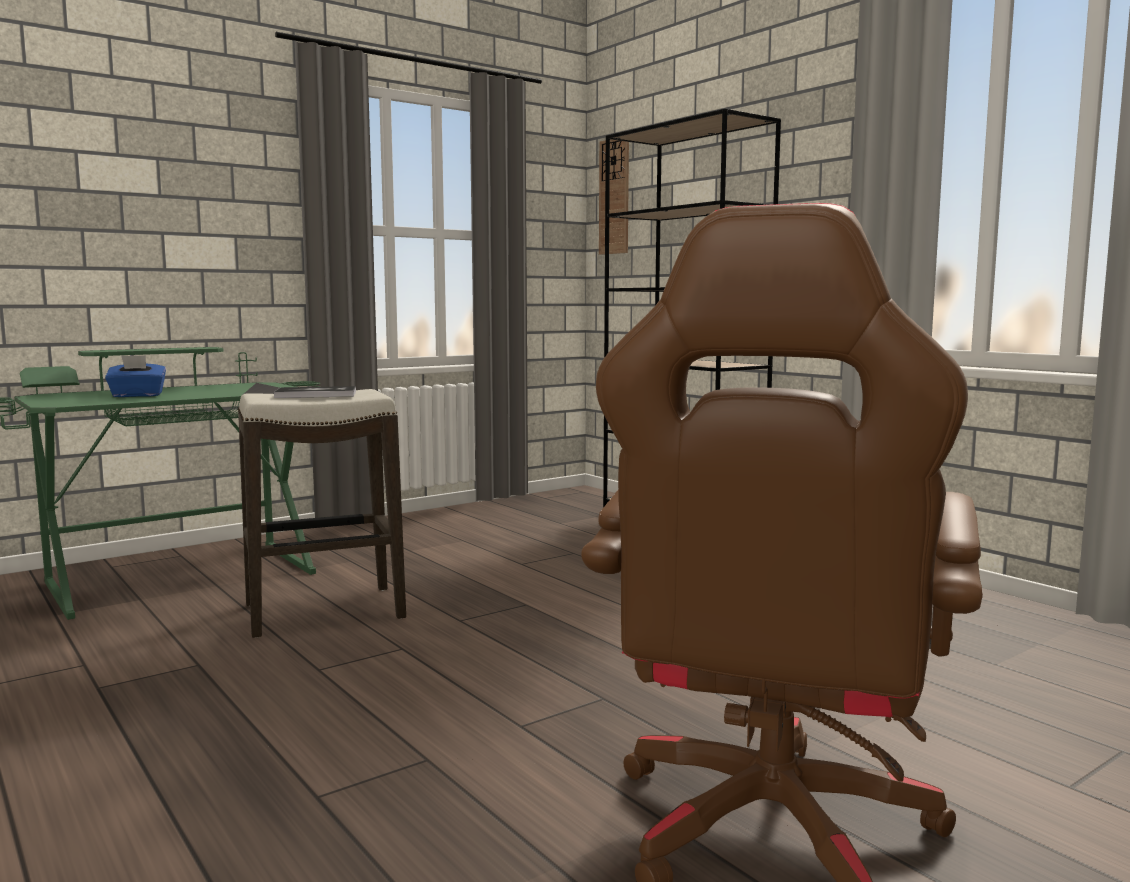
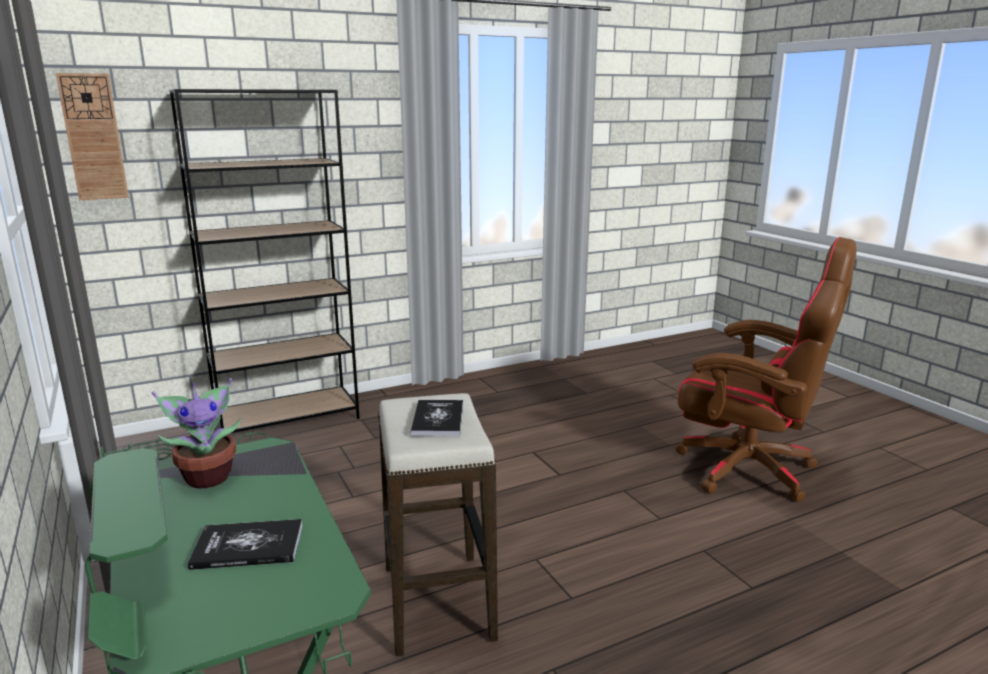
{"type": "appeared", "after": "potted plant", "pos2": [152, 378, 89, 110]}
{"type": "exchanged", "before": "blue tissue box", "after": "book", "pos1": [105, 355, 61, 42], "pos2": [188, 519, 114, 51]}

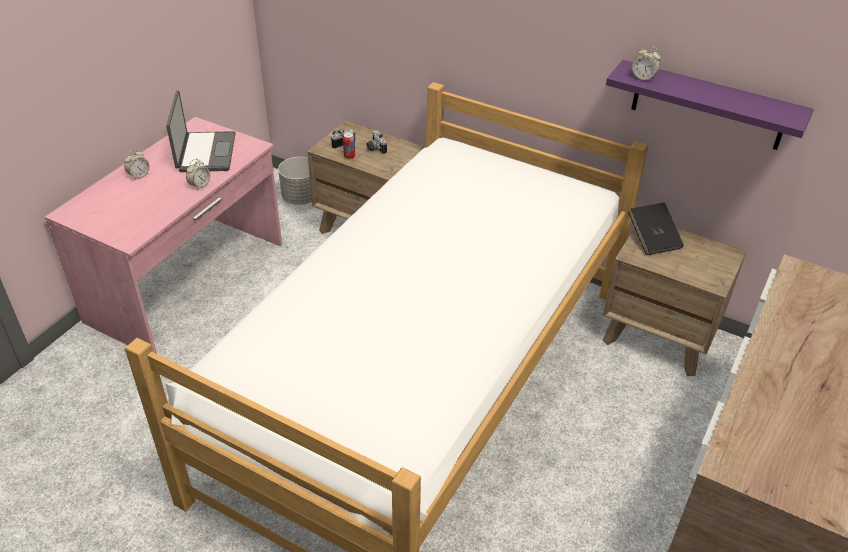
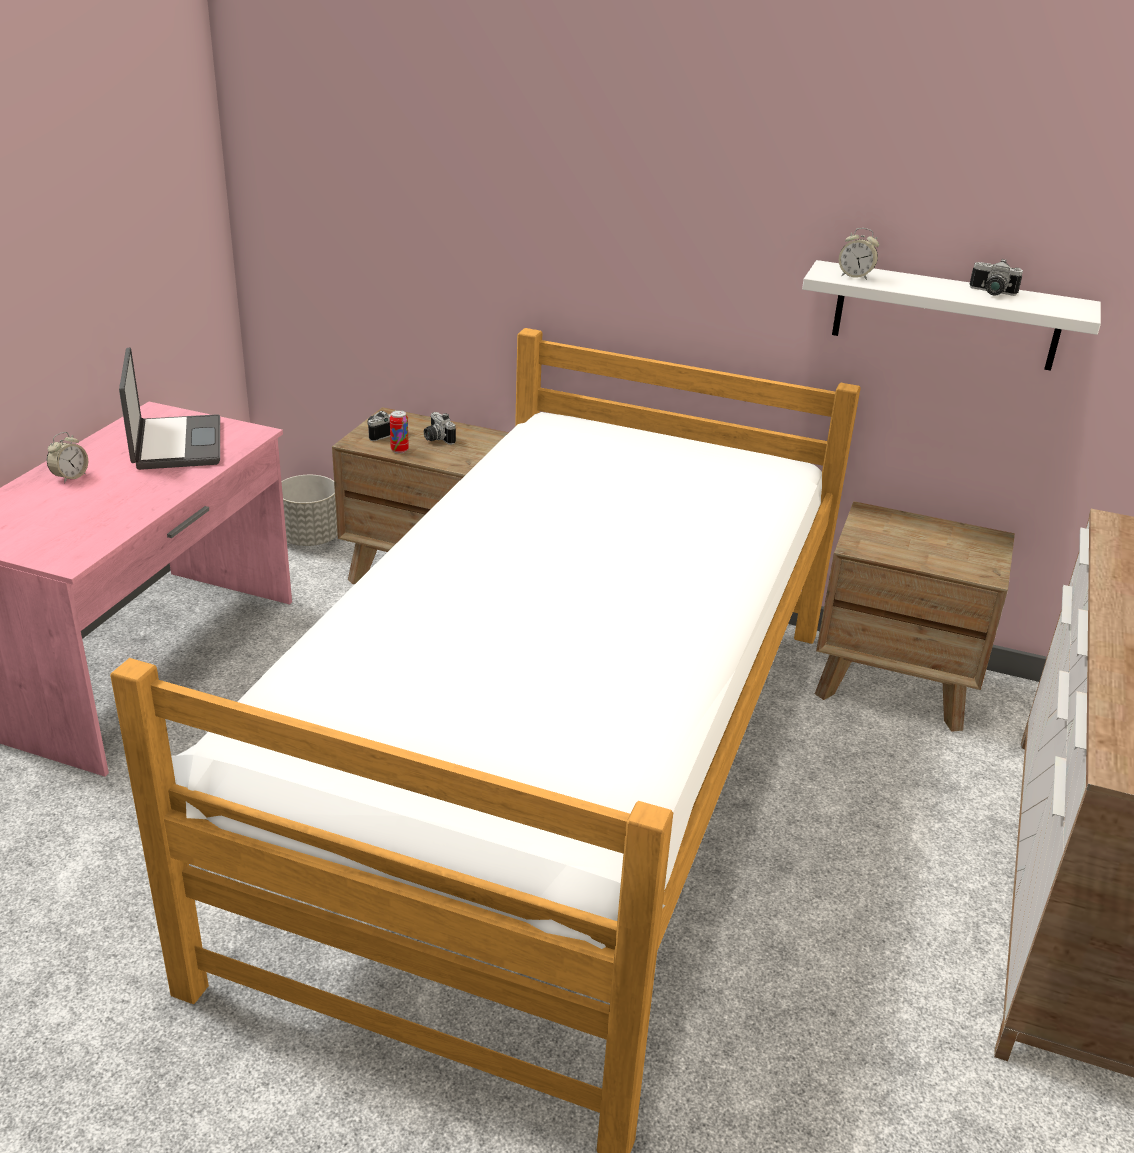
{"type": "colour", "before": "purple shelf", "after": "white shelf", "pos1": [606, 60, 208, 90], "pos2": [802, 260, 299, 111]}
{"type": "appeared", "after": "photo camera", "pos2": [969, 259, 54, 37]}
{"type": "missing", "before": "alarm clock", "pos1": [186, 159, 24, 31]}
{"type": "missing", "before": "black book", "pos1": [628, 202, 56, 53]}

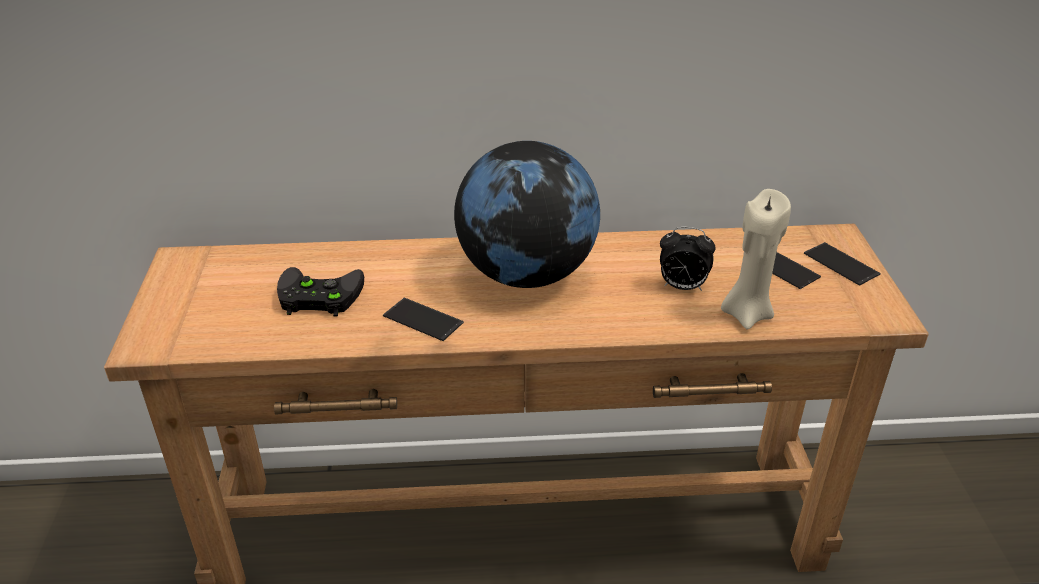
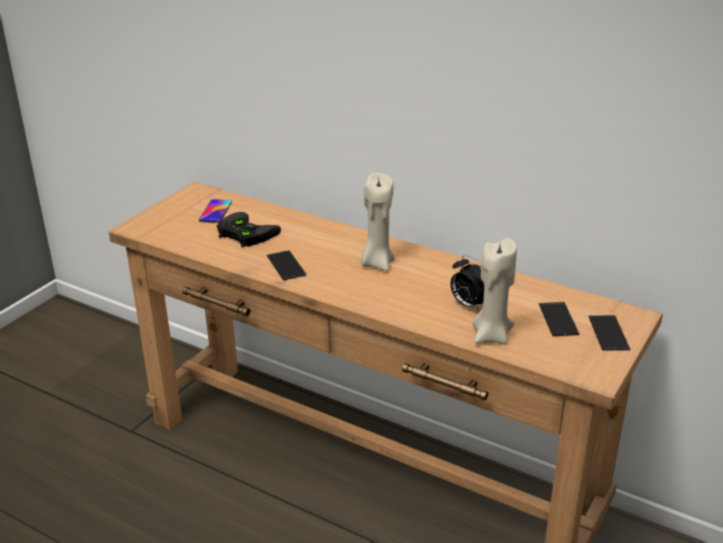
{"type": "appeared", "after": "phone", "pos2": [199, 199, 33, 24]}
{"type": "exchanged", "before": "globe", "after": "beige candle", "pos1": [454, 141, 146, 147], "pos2": [361, 173, 34, 98]}

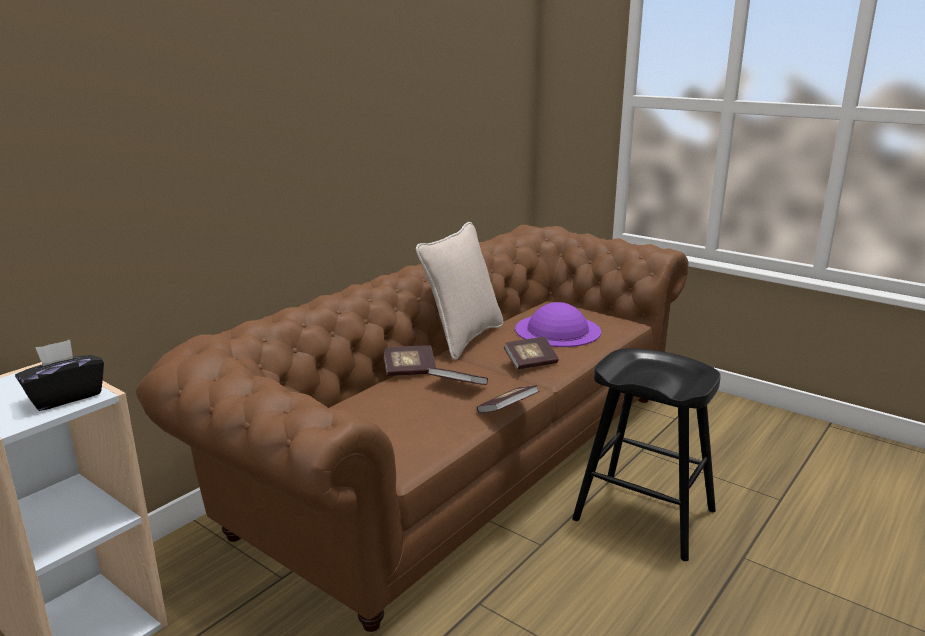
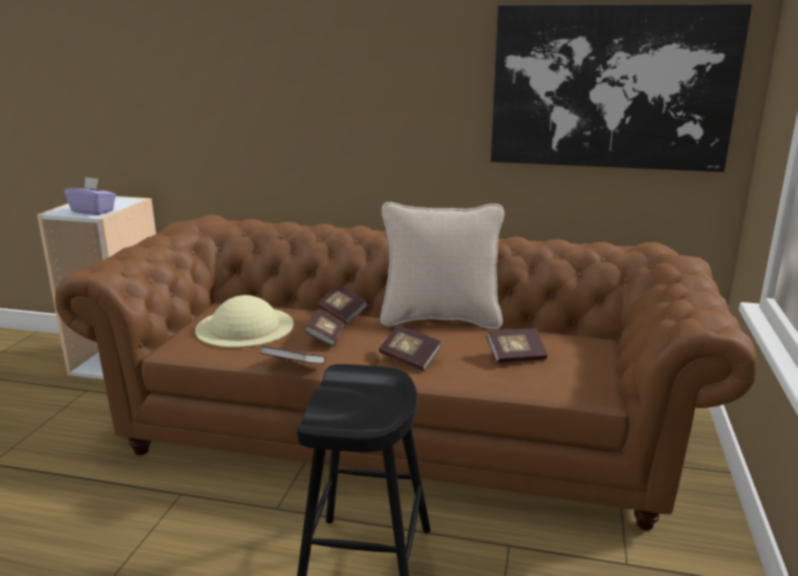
{"type": "colour", "before": "black tissue box", "after": "purple tissue box", "pos1": [15, 340, 89, 71], "pos2": [64, 177, 52, 38]}
{"type": "appeared", "after": "beige hat", "pos2": [195, 295, 99, 53]}
{"type": "exchanged", "before": "purple hat", "after": "book", "pos1": [515, 302, 86, 45], "pos2": [486, 329, 62, 34]}
{"type": "appeared", "after": "picture", "pos2": [491, 4, 261, 168]}

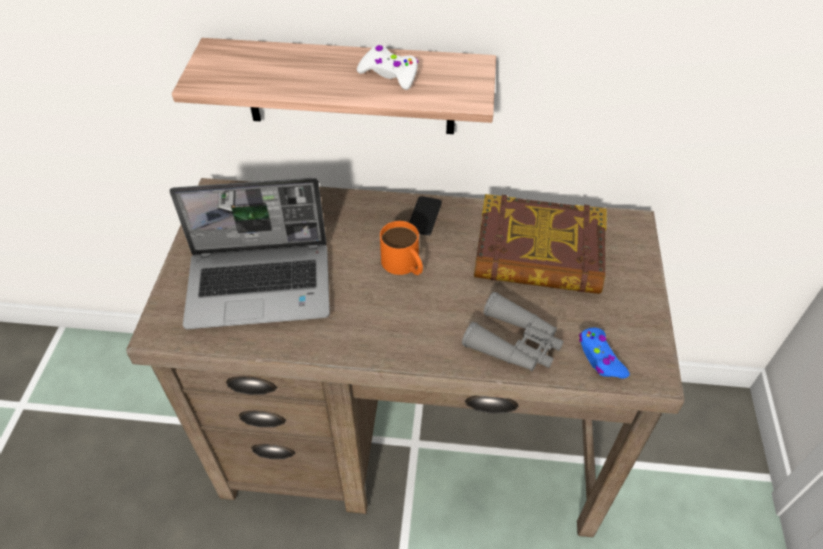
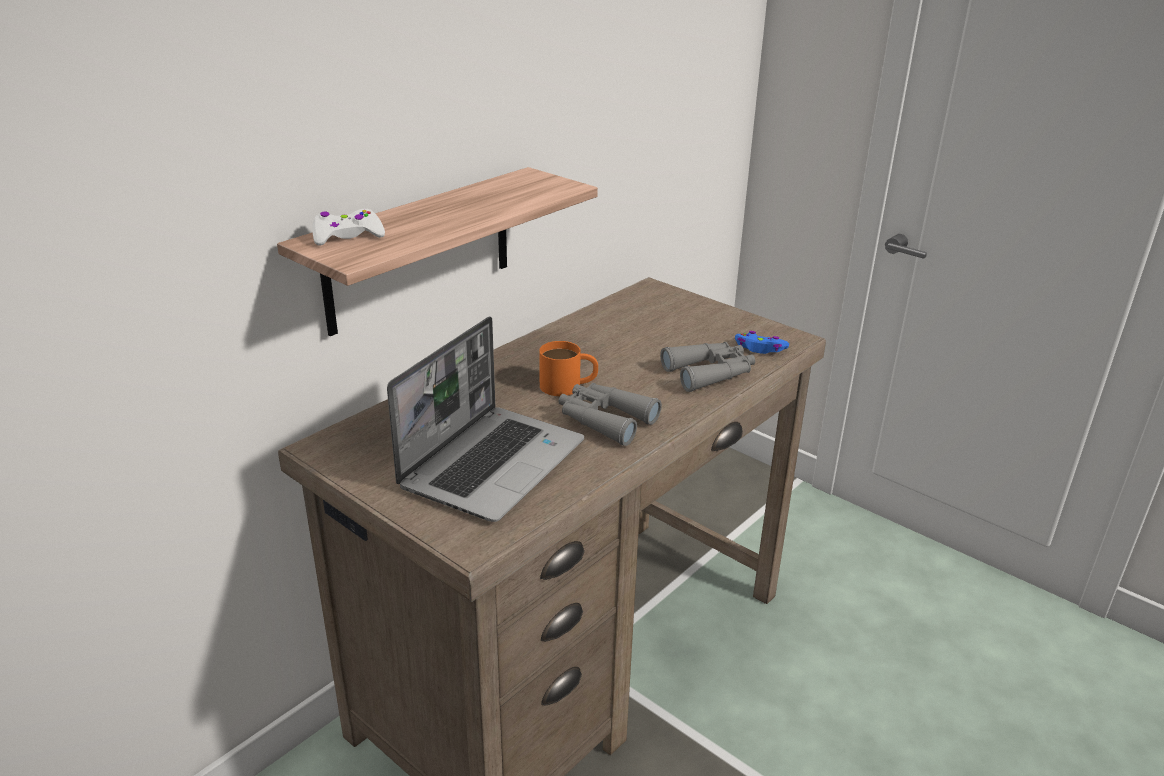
{"type": "relocated", "before": "white game controller", "pos1": [357, 45, 61, 45], "pos2": [312, 209, 73, 36]}
{"type": "appeared", "after": "grey binoculars", "pos2": [558, 383, 104, 63]}
{"type": "missing", "before": "phone", "pos1": [409, 196, 33, 39]}
{"type": "missing", "before": "book", "pos1": [474, 194, 132, 100]}

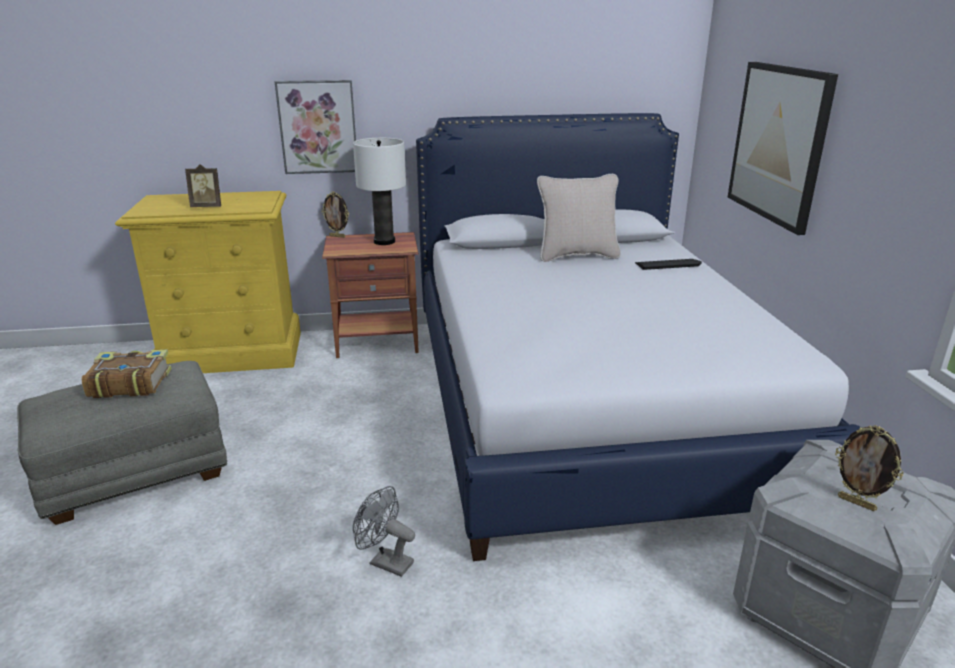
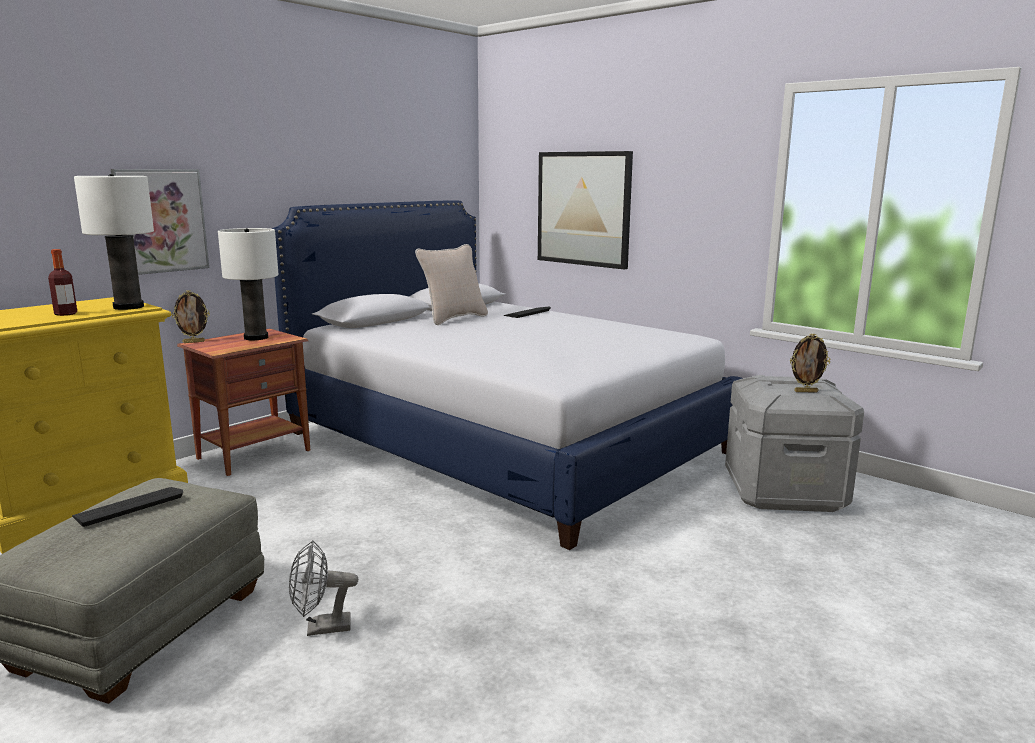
{"type": "exchanged", "before": "picture frame", "after": "bottle", "pos1": [185, 164, 36, 43], "pos2": [48, 249, 29, 67]}
{"type": "exchanged", "before": "book", "after": "keyboard", "pos1": [82, 349, 90, 49], "pos2": [72, 487, 111, 40]}
{"type": "appeared", "after": "white table lamp", "pos2": [74, 174, 80, 136]}
{"type": "relocated", "before": "grey fan", "pos1": [353, 486, 62, 91], "pos2": [289, 540, 69, 96]}

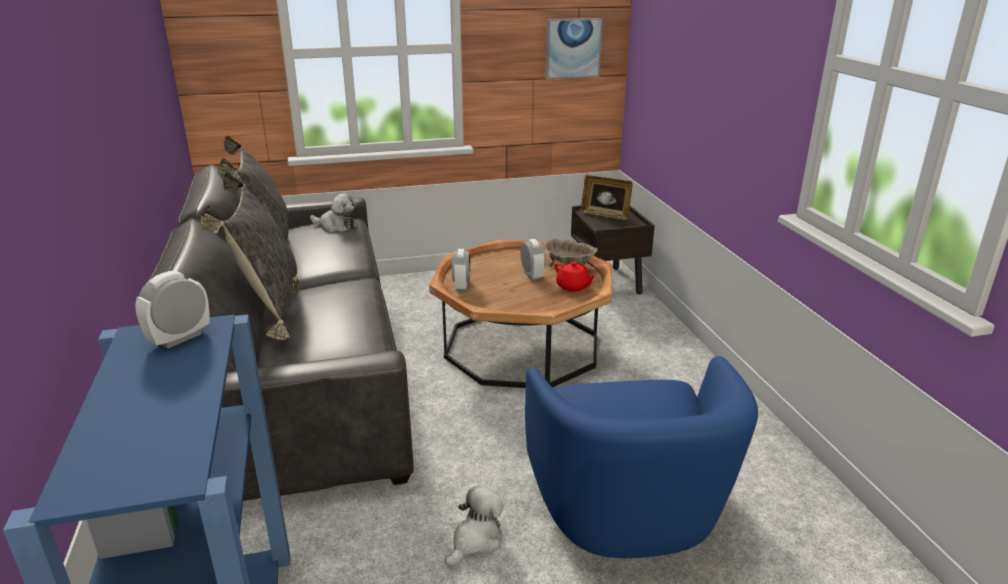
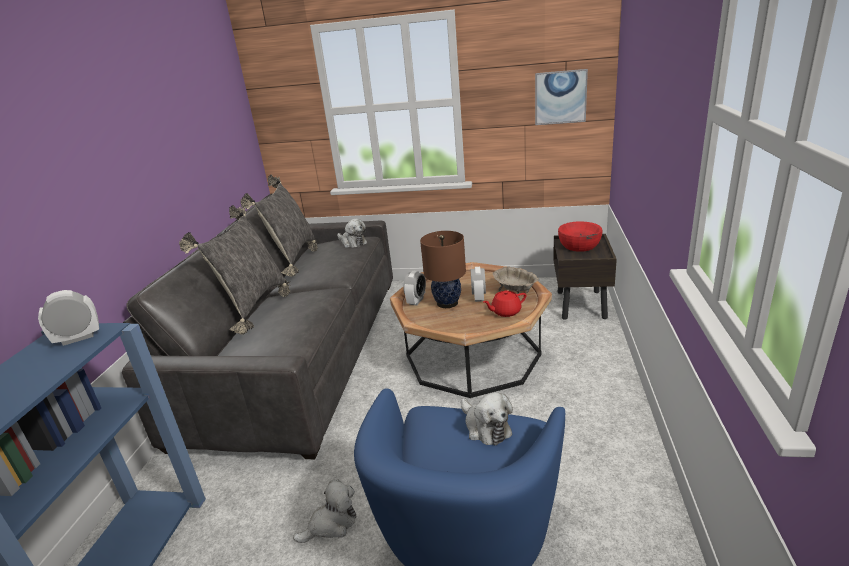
{"type": "appeared", "after": "brown table lamp", "pos2": [420, 231, 46, 77]}
{"type": "appeared", "after": "plush toy", "pos2": [461, 392, 52, 53]}
{"type": "spun", "before": "red teapot", "pos1": [555, 262, 41, 30], "pos2": [483, 291, 43, 26], "turn": 90}
{"type": "exchanged", "before": "picture frame", "after": "red bowl", "pos1": [581, 175, 52, 45], "pos2": [558, 221, 44, 31]}

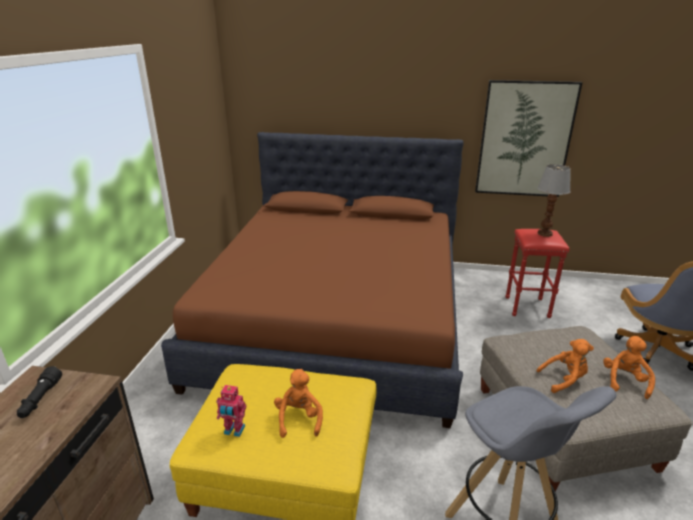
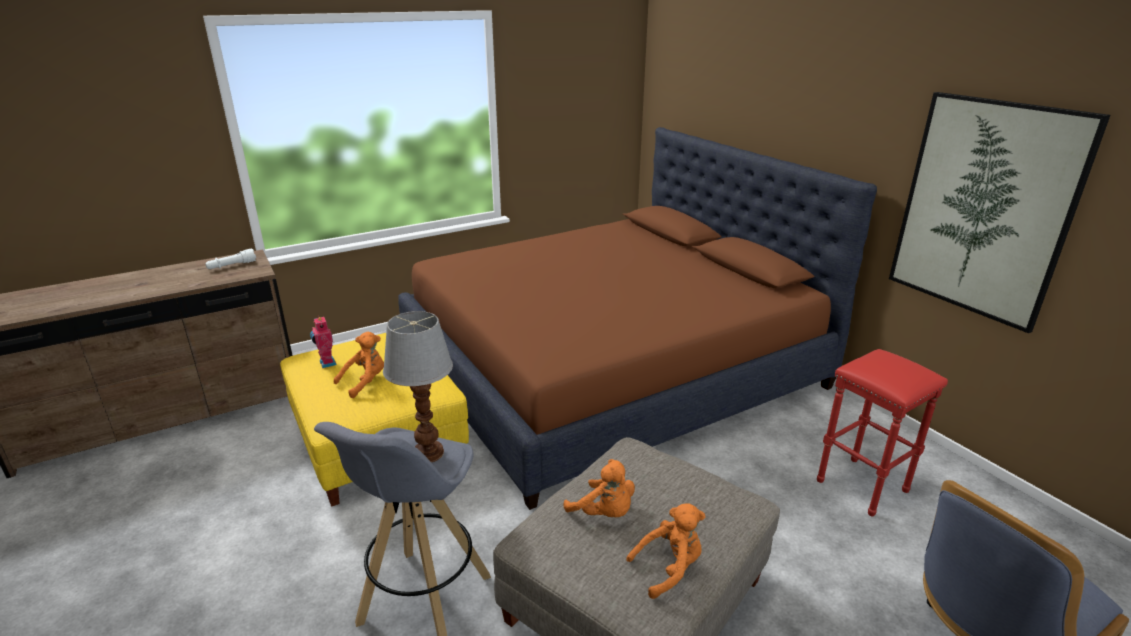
{"type": "colour", "before": "black flashlight", "after": "white flashlight", "pos1": [17, 366, 45, 52], "pos2": [205, 249, 51, 20]}
{"type": "relocated", "before": "table lamp", "pos1": [537, 164, 34, 73], "pos2": [383, 311, 70, 151]}

